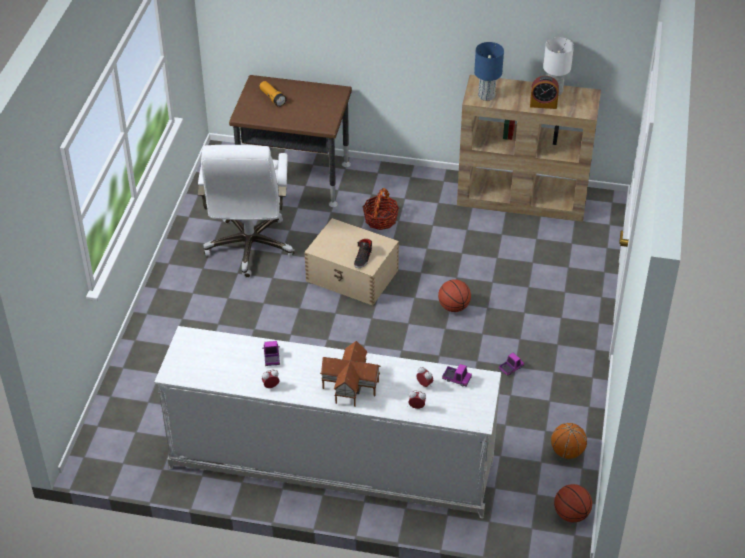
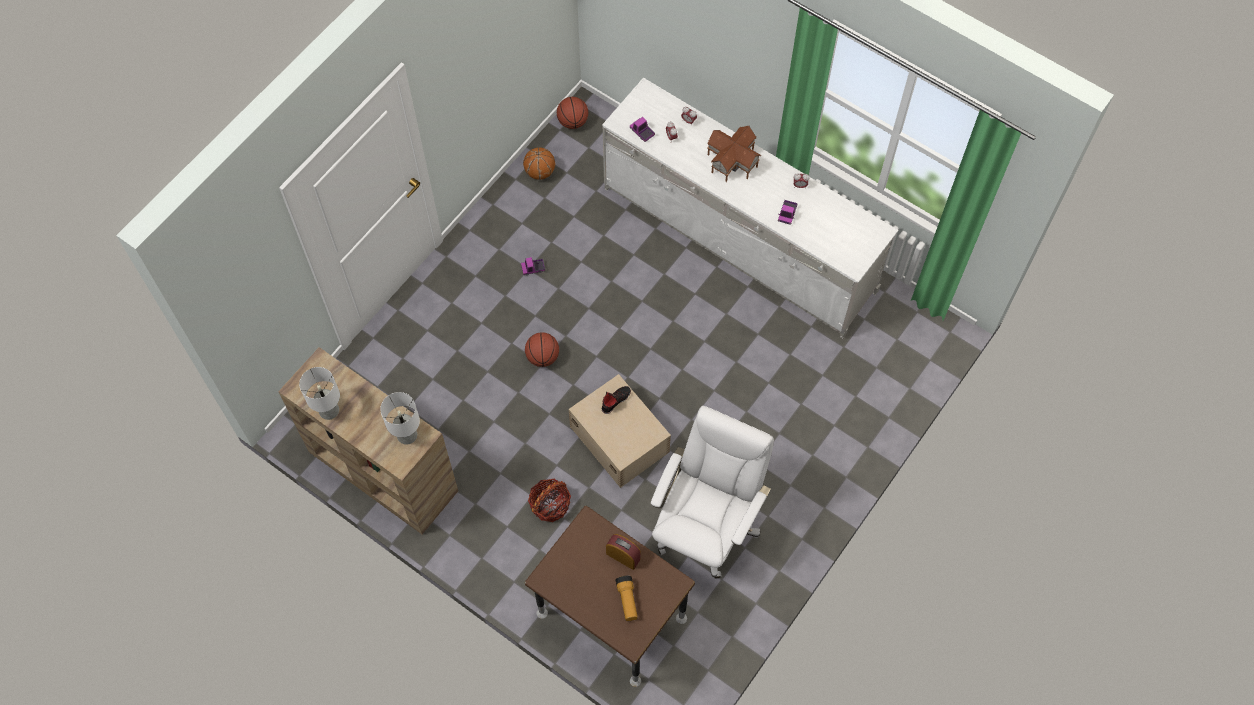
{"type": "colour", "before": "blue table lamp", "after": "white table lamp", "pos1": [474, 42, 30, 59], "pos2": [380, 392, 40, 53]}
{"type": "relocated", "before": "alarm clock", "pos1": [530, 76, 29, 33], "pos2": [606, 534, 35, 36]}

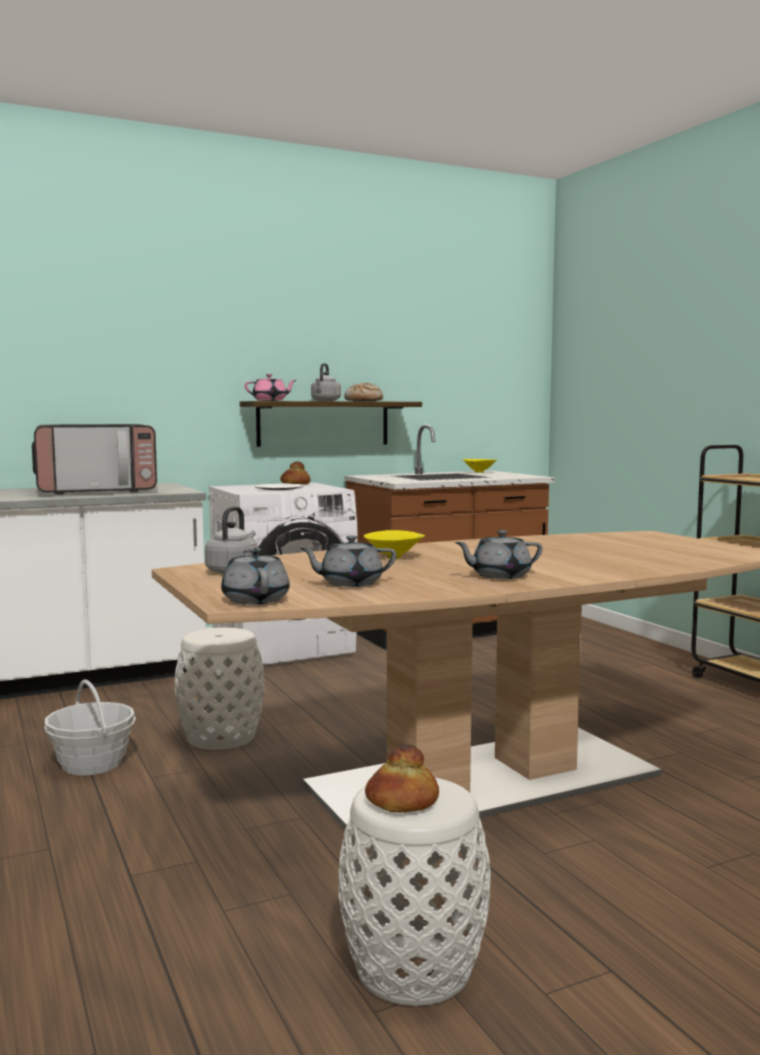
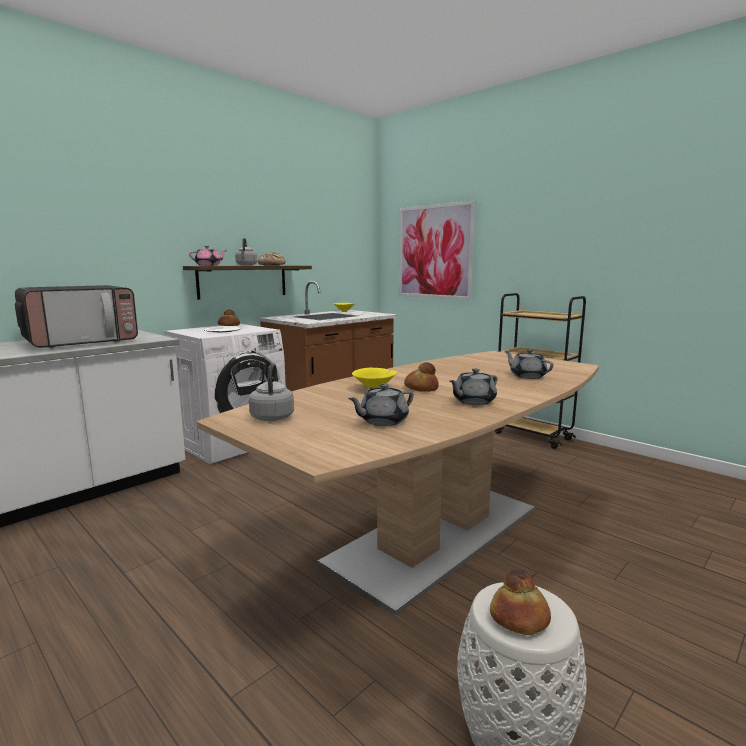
{"type": "appeared", "after": "picture", "pos2": [399, 201, 77, 99]}
{"type": "appeared", "after": "bread", "pos2": [404, 362, 35, 30]}
{"type": "relocated", "before": "grey teapot", "pos1": [221, 548, 69, 57], "pos2": [504, 349, 50, 30]}
{"type": "missing", "before": "basket", "pos1": [45, 679, 91, 96]}
{"type": "missing", "before": "white stool", "pos1": [175, 628, 90, 122]}

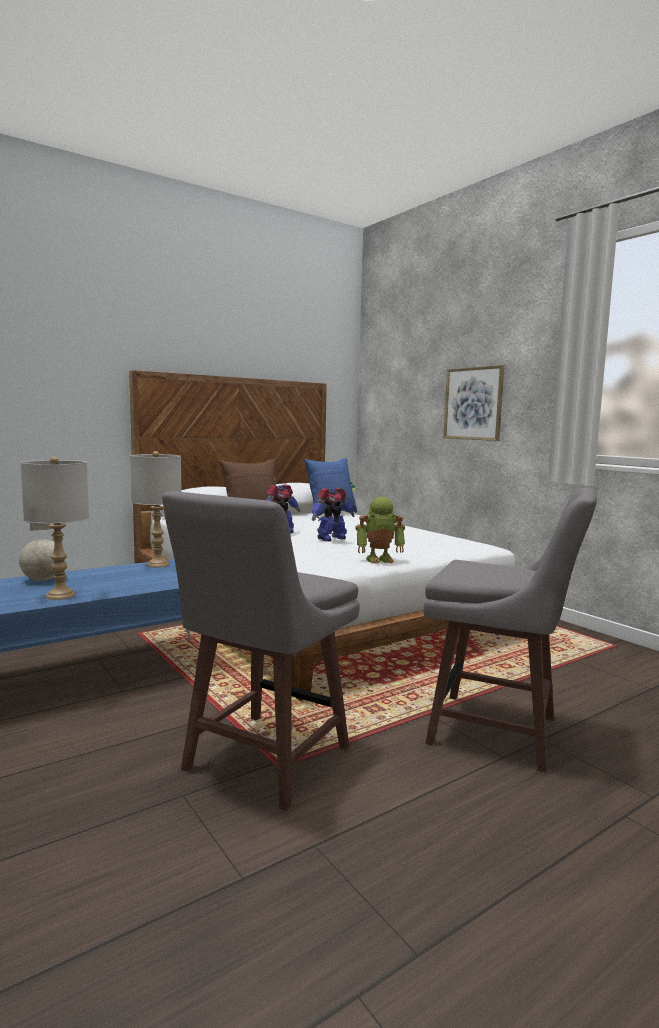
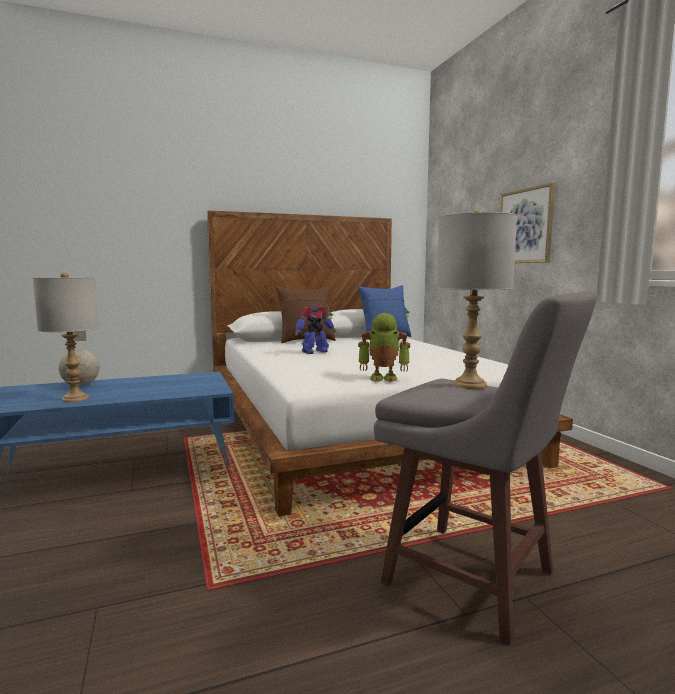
{"type": "relocated", "before": "grey table lamp", "pos1": [130, 451, 51, 117], "pos2": [437, 210, 80, 179]}
{"type": "missing", "before": "grey stool", "pos1": [162, 491, 198, 320]}
{"type": "missing", "before": "toy robot", "pos1": [312, 488, 42, 53]}

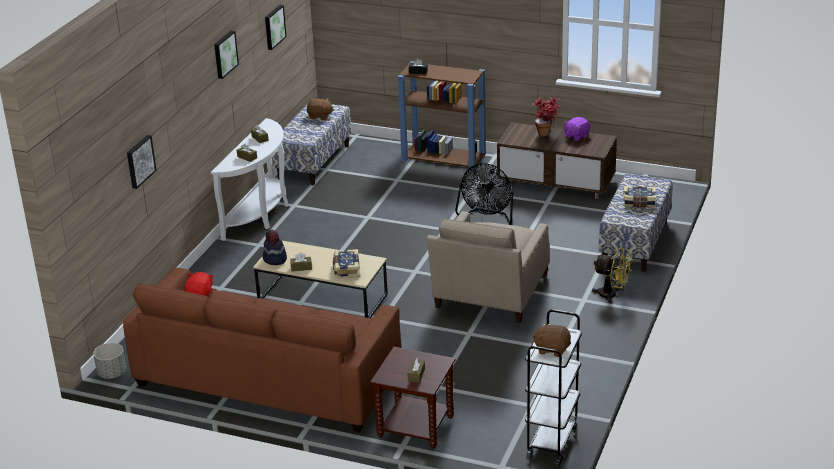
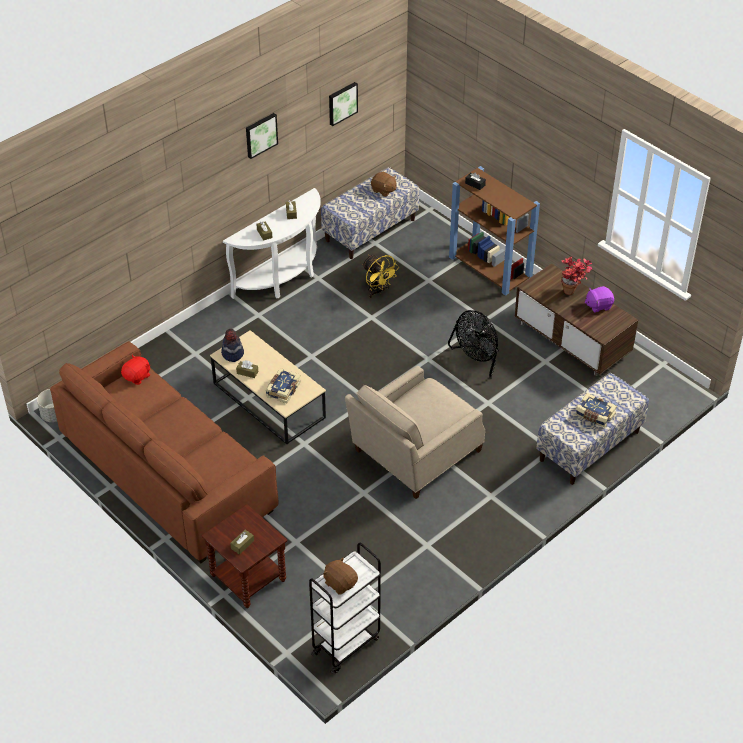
{"type": "relocated", "before": "yellow fan", "pos1": [592, 247, 41, 57], "pos2": [362, 255, 37, 43]}
{"type": "missing", "before": "picture", "pos1": [127, 135, 30, 54]}

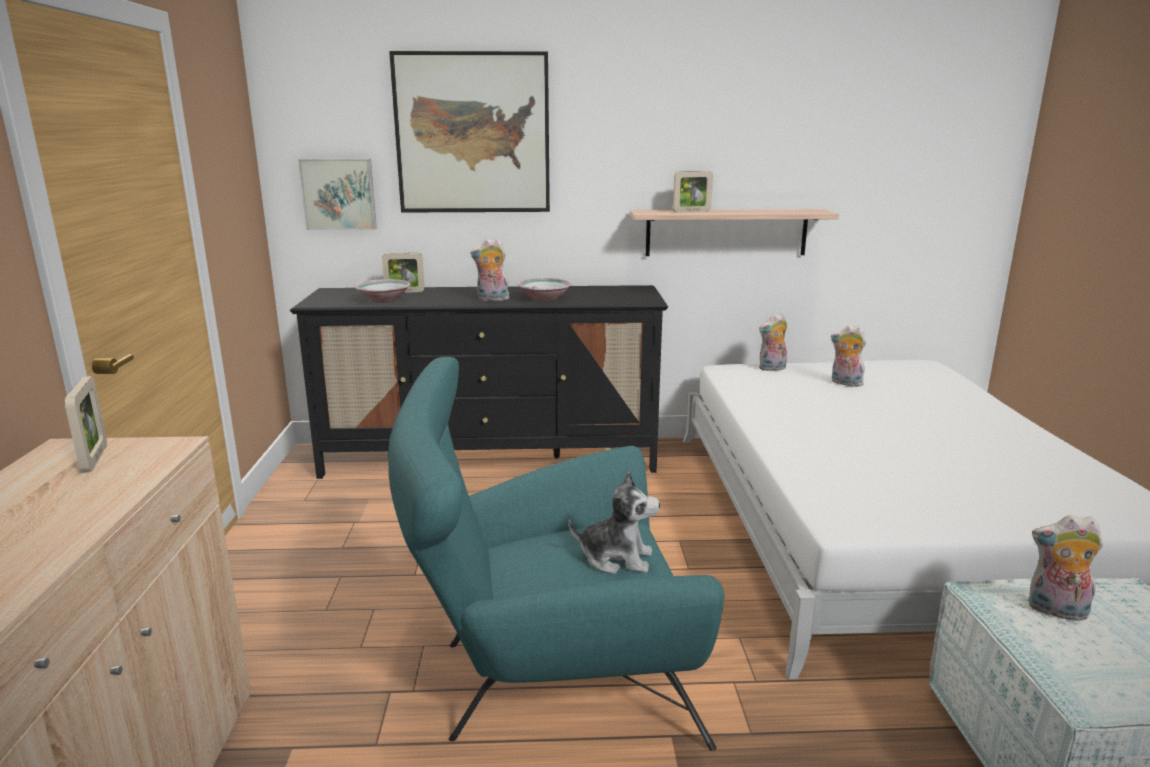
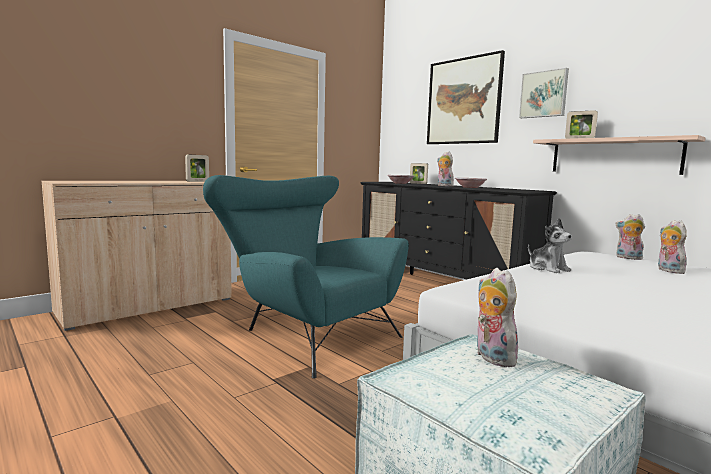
{"type": "relocated", "before": "picture", "pos1": [298, 159, 79, 71], "pos2": [519, 68, 50, 50]}
{"type": "relocated", "before": "plush toy", "pos1": [569, 471, 91, 103], "pos2": [528, 218, 44, 55]}

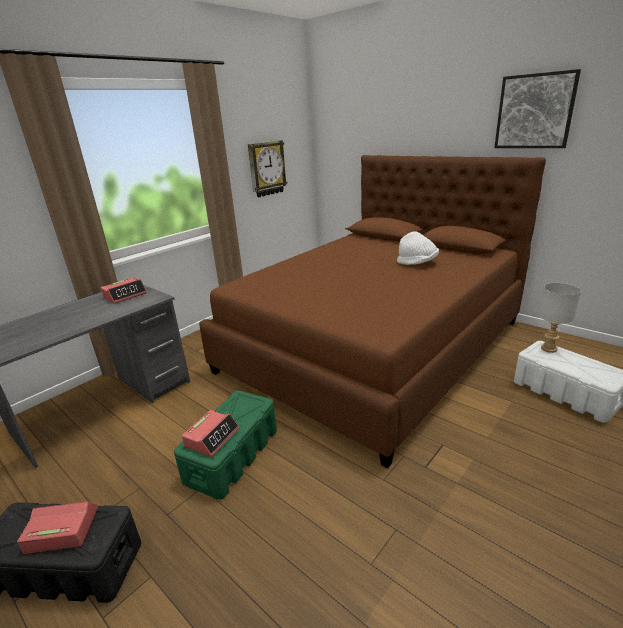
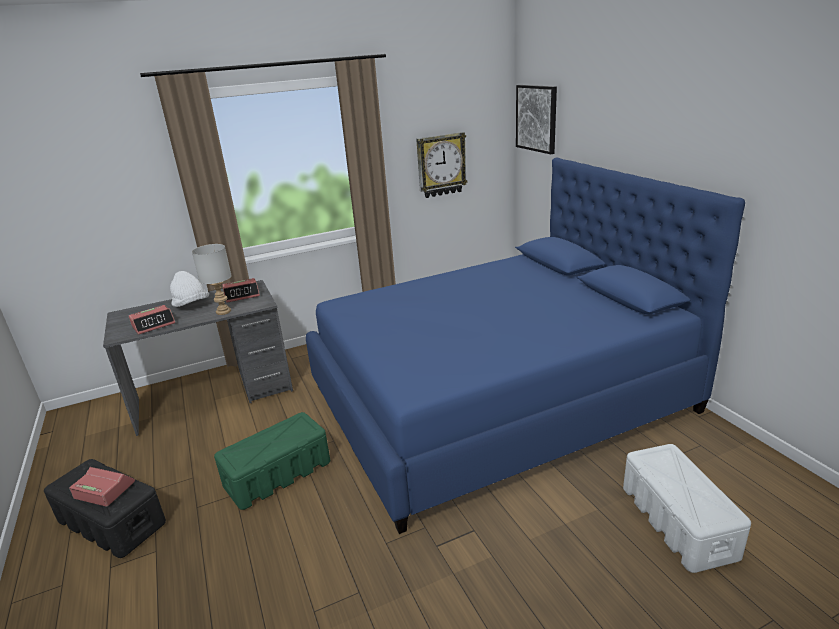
{"type": "relocated", "before": "alarm clock", "pos1": [182, 410, 57, 47], "pos2": [129, 305, 46, 30]}
{"type": "relocated", "before": "white hat", "pos1": [397, 232, 42, 33], "pos2": [170, 271, 39, 36]}
{"type": "relocated", "before": "grey table lamp", "pos1": [539, 283, 42, 70], "pos2": [192, 244, 40, 71]}
{"type": "colour", "before": "brown bed", "after": "blue bed", "pos1": [199, 155, 347, 313], "pos2": [306, 158, 439, 376]}
{"type": "relocated", "before": "picture", "pos1": [494, 69, 87, 79], "pos2": [516, 85, 41, 69]}

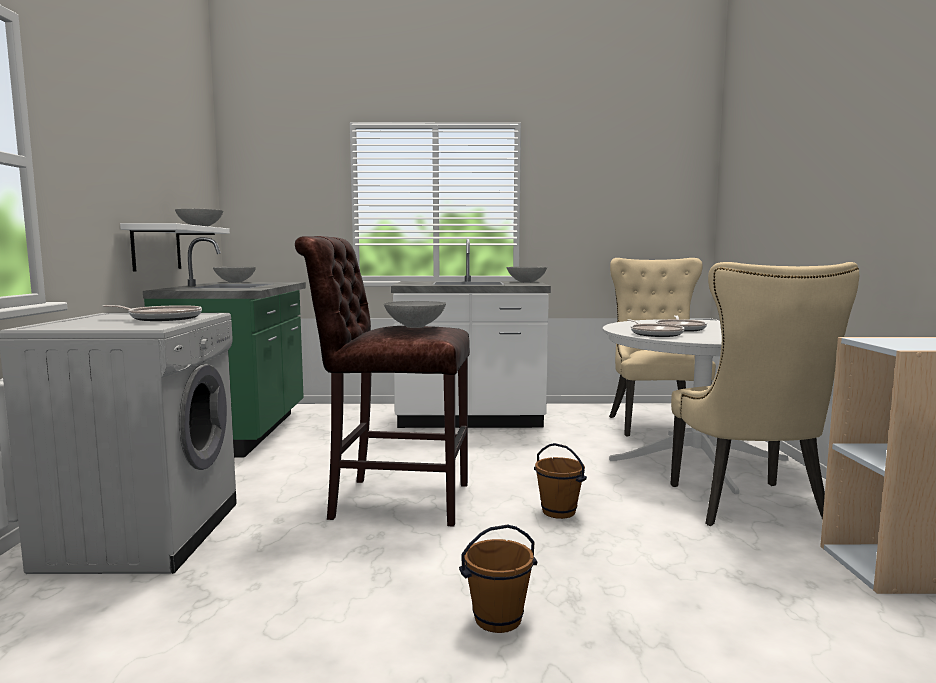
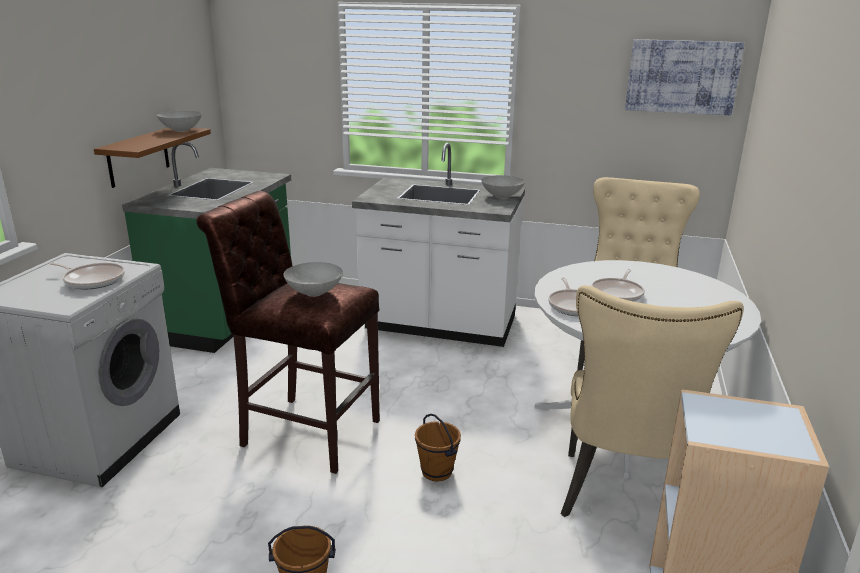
{"type": "colour", "before": "white shelf", "after": "brown shelf", "pos1": [120, 223, 110, 48], "pos2": [94, 128, 117, 60]}
{"type": "appeared", "after": "picture", "pos2": [625, 39, 120, 76]}
{"type": "missing", "before": "grey bowl", "pos1": [213, 267, 43, 16]}

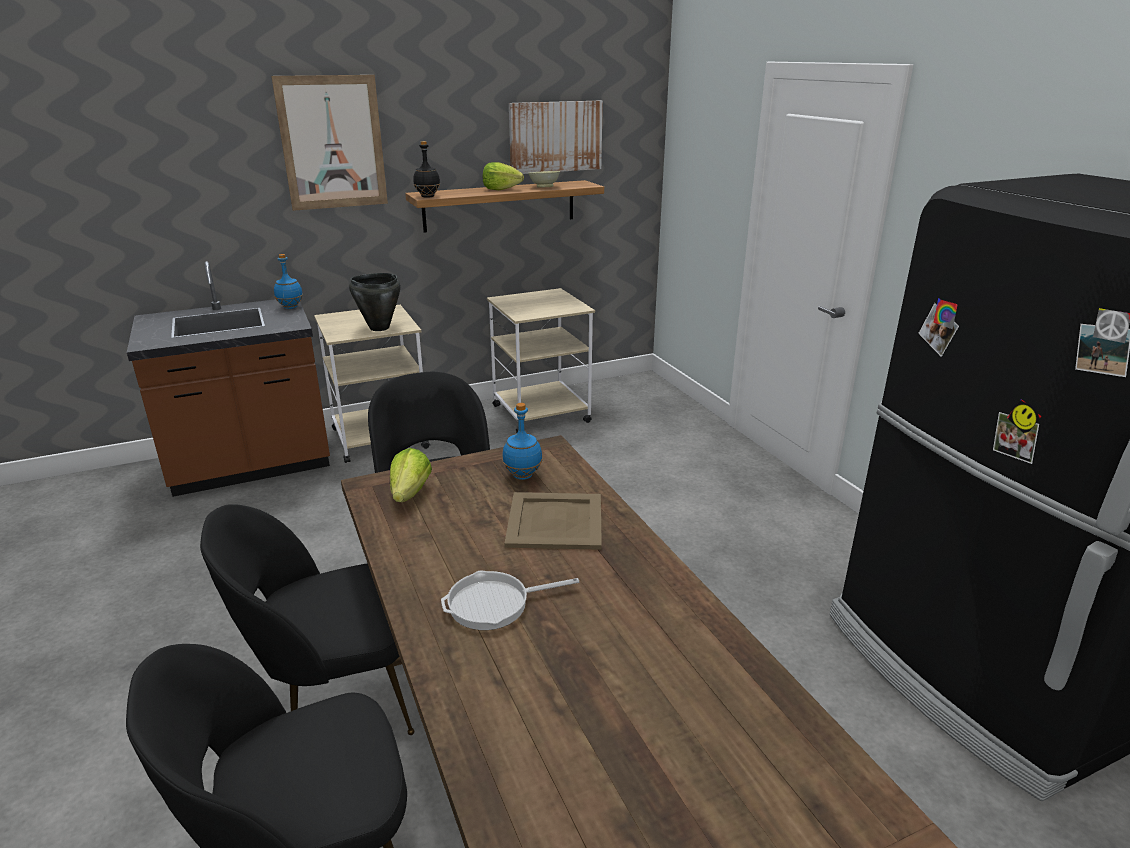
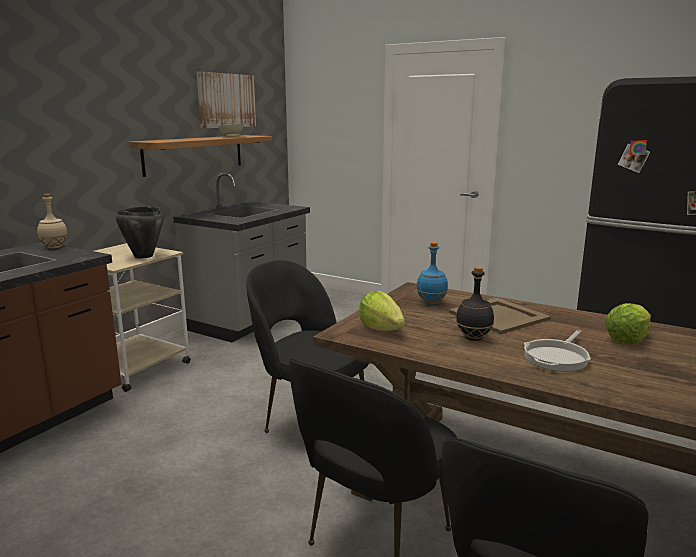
{"type": "colour", "before": "blue bottle", "after": "beige bottle", "pos1": [274, 254, 29, 55], "pos2": [37, 194, 31, 54]}
{"type": "exchanged", "before": "beige cart", "after": "grey counter", "pos1": [487, 288, 108, 145], "pos2": [173, 173, 137, 169]}
{"type": "relocated", "before": "black bottle", "pos1": [413, 141, 27, 57], "pos2": [456, 267, 38, 74]}
{"type": "relocated", "before": "lettuce", "pos1": [483, 162, 41, 28], "pos2": [605, 303, 46, 41]}
{"type": "missing", "before": "picture", "pos1": [271, 75, 117, 136]}

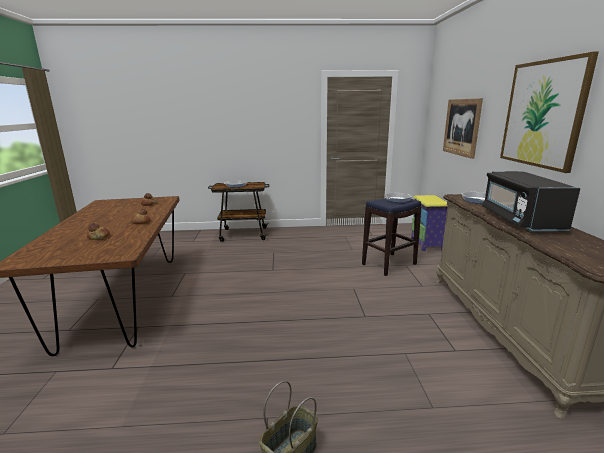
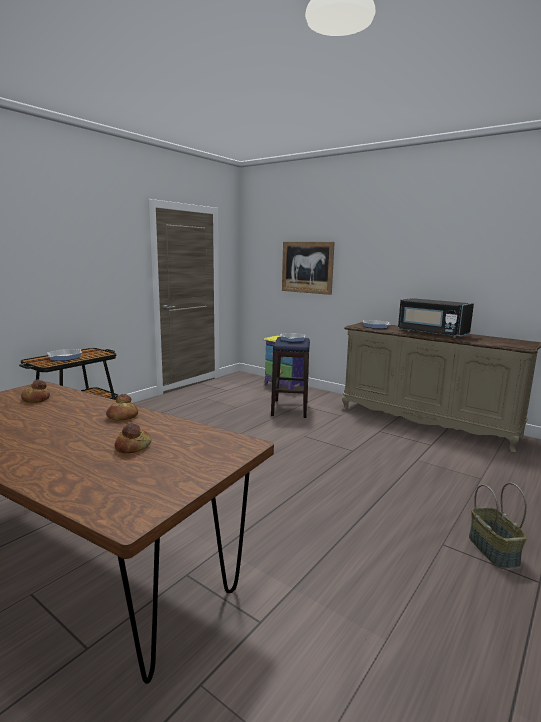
{"type": "missing", "before": "picture", "pos1": [500, 51, 99, 122]}

